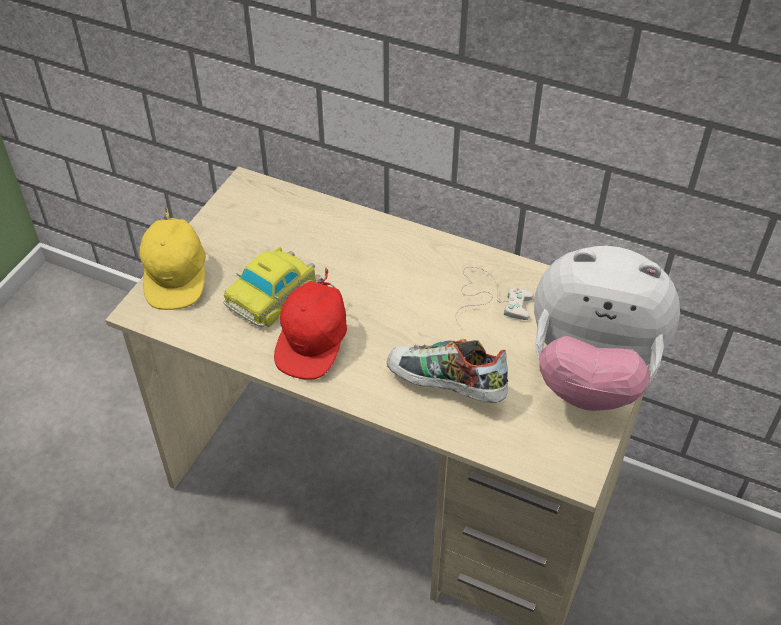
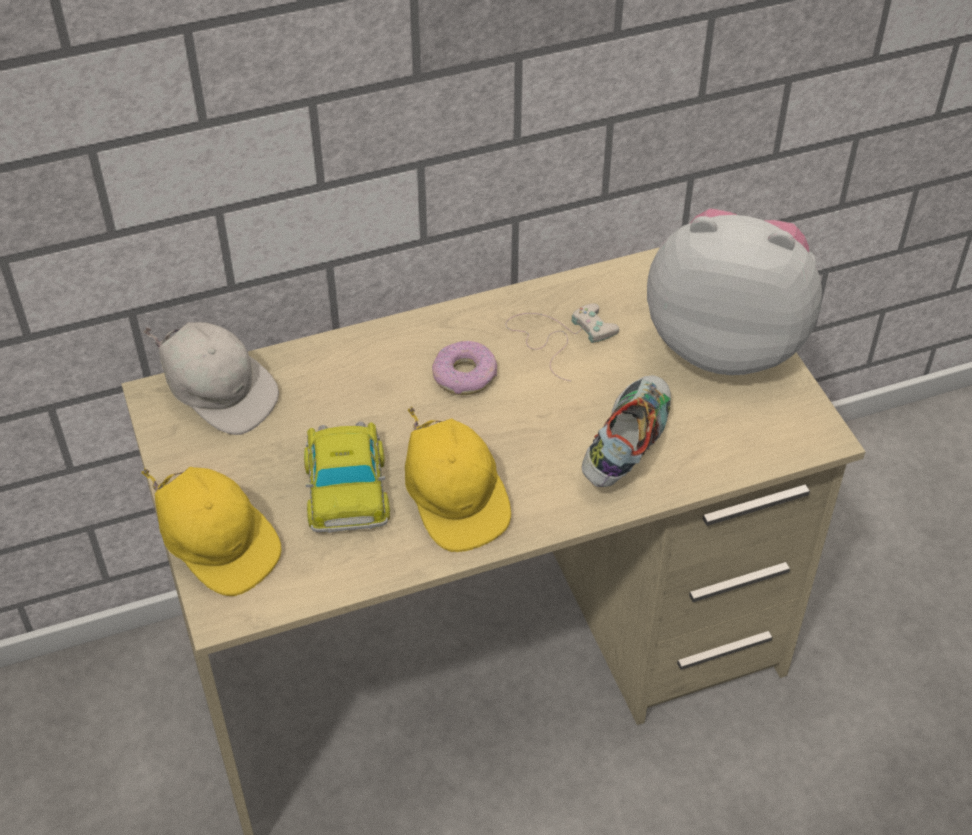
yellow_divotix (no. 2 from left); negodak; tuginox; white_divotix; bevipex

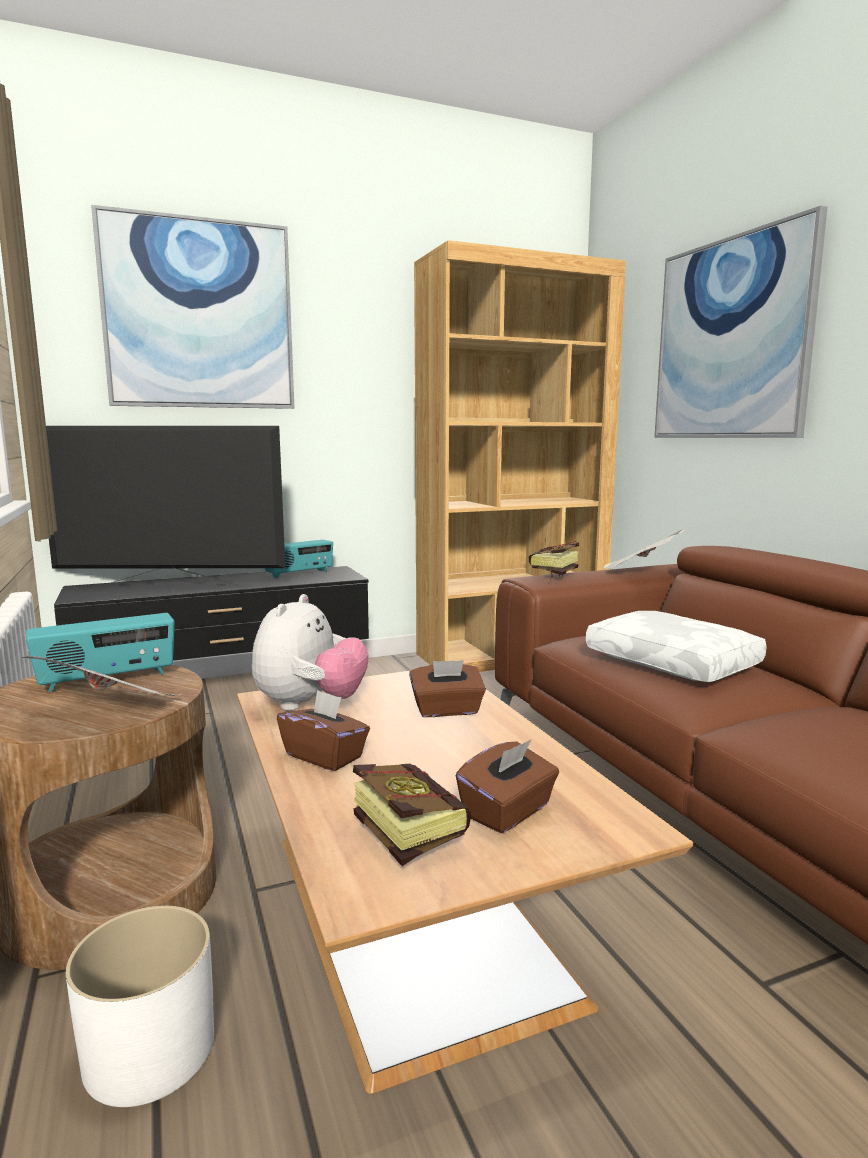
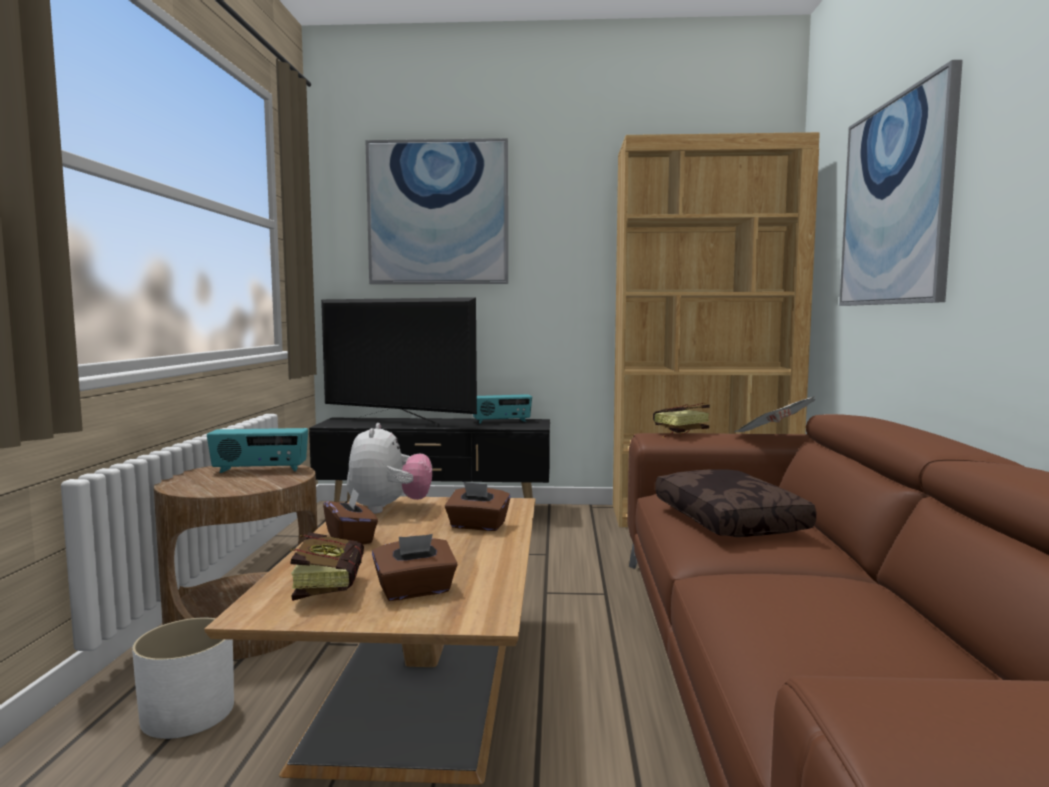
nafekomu (no. 1 from left in the first image); tuginox; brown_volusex

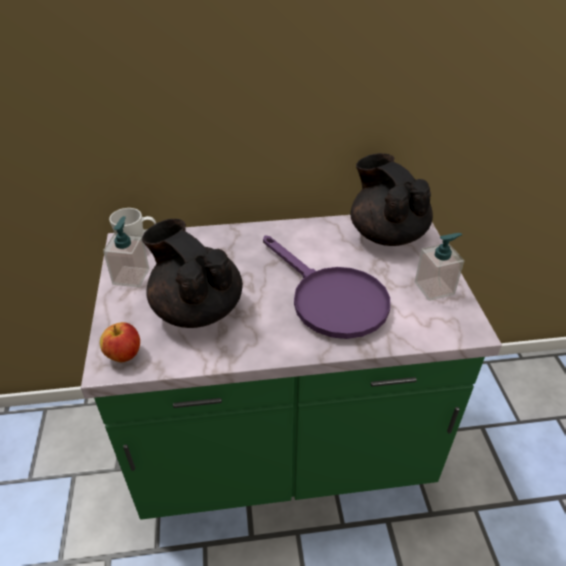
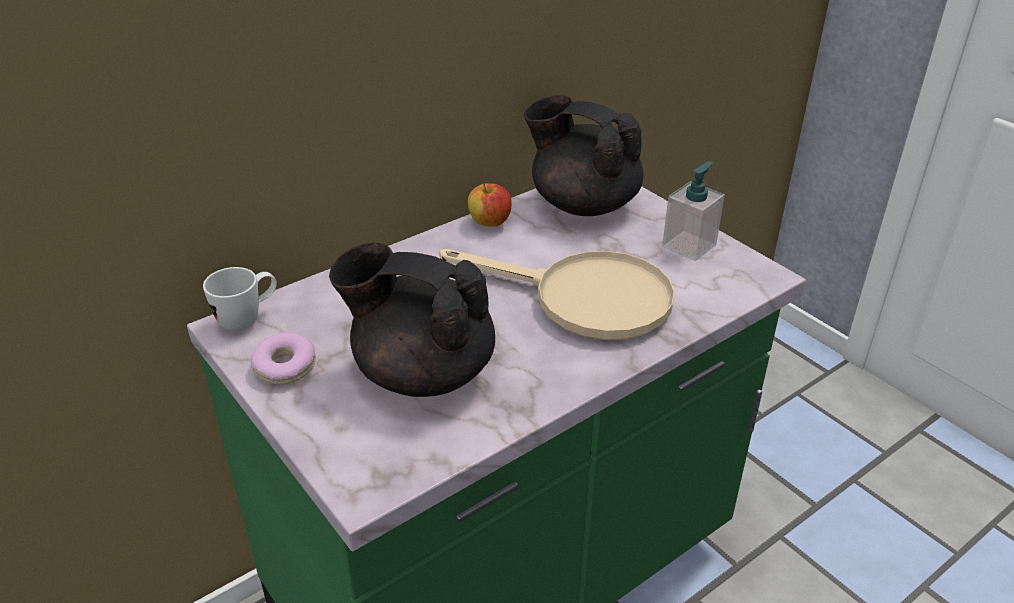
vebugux; bevipex; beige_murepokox

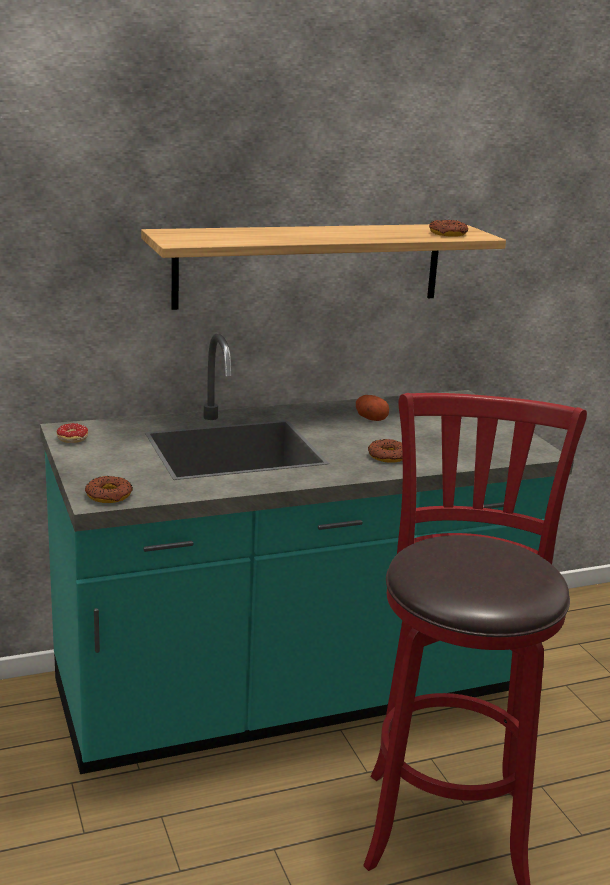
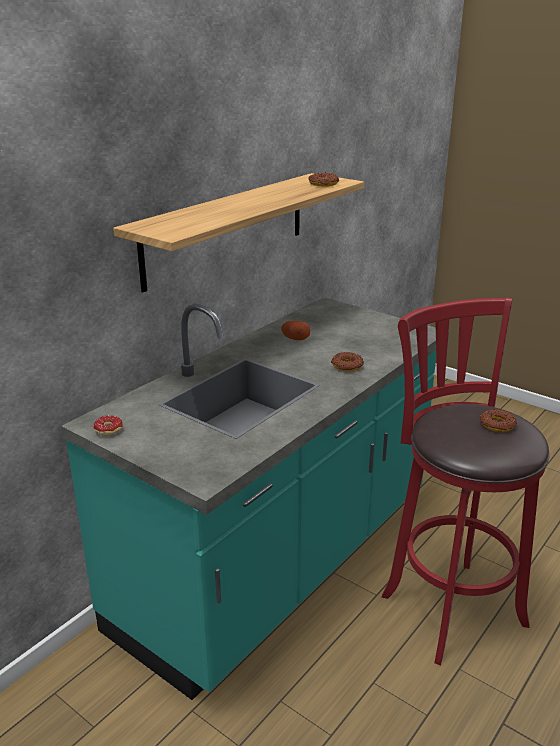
bevipex (no. 4 from left)

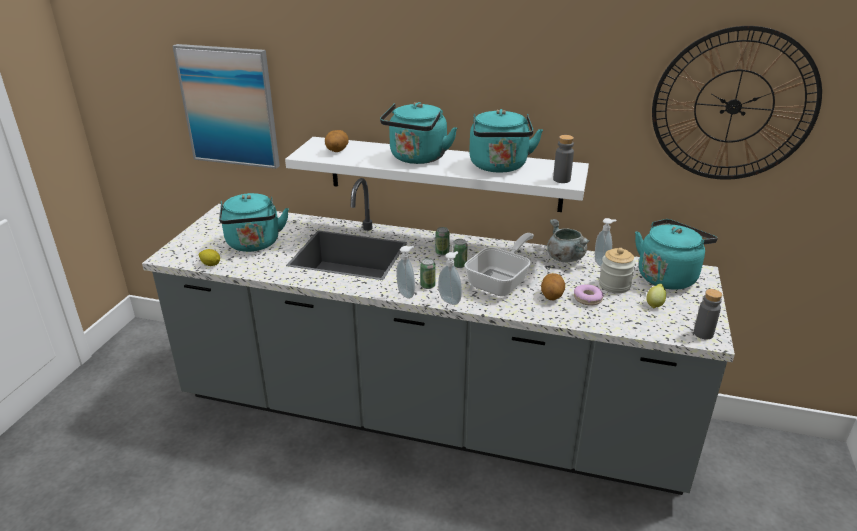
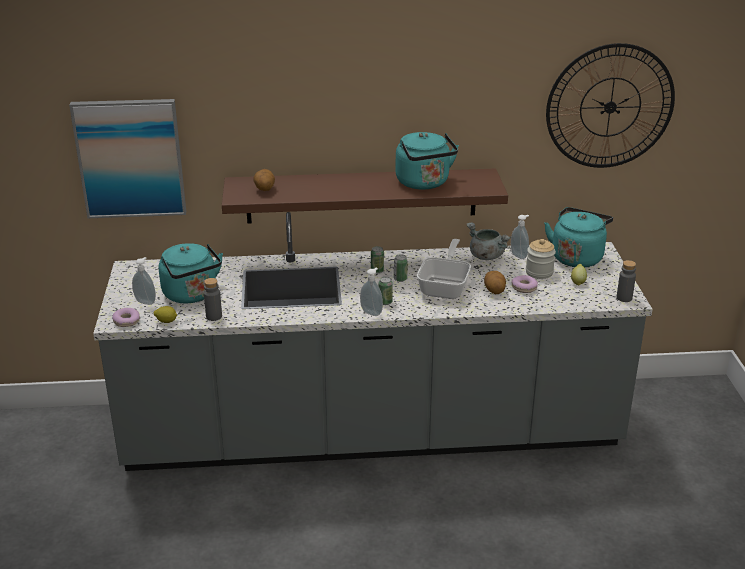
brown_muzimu; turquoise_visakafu (no. 2 from left in the first image); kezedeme (no. 1 from left); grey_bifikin (no. 1 from left); bevipex (no. 1 from left)

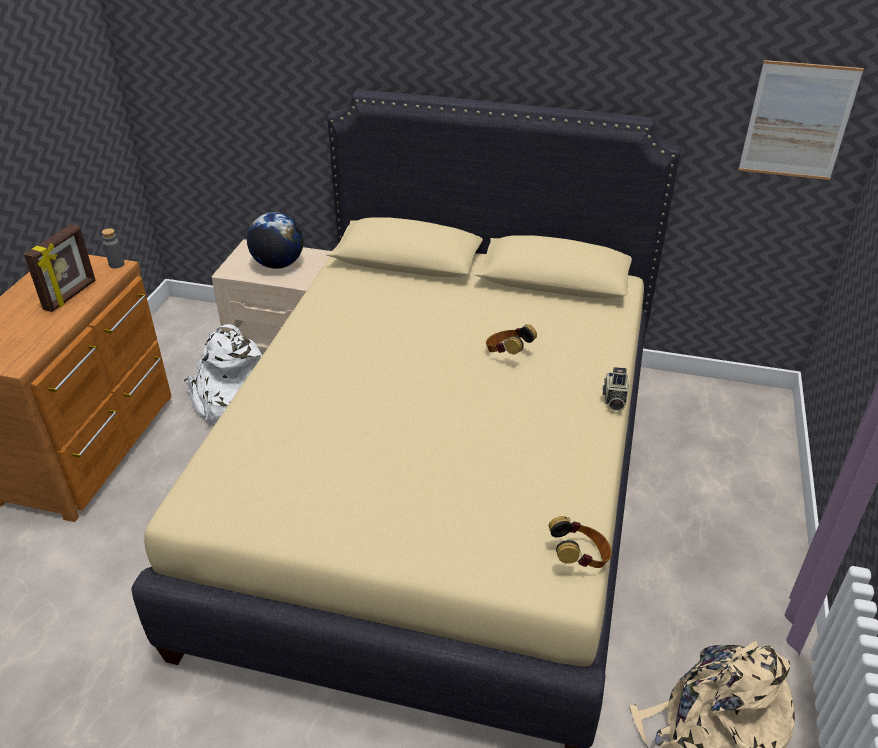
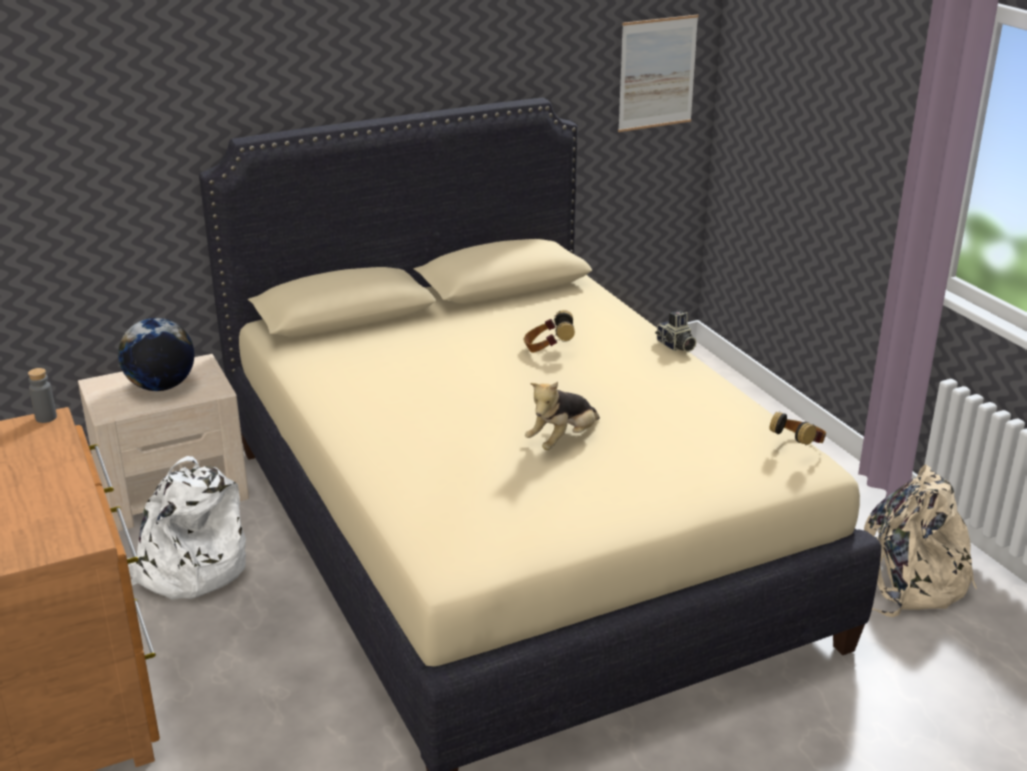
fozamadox; tuginox

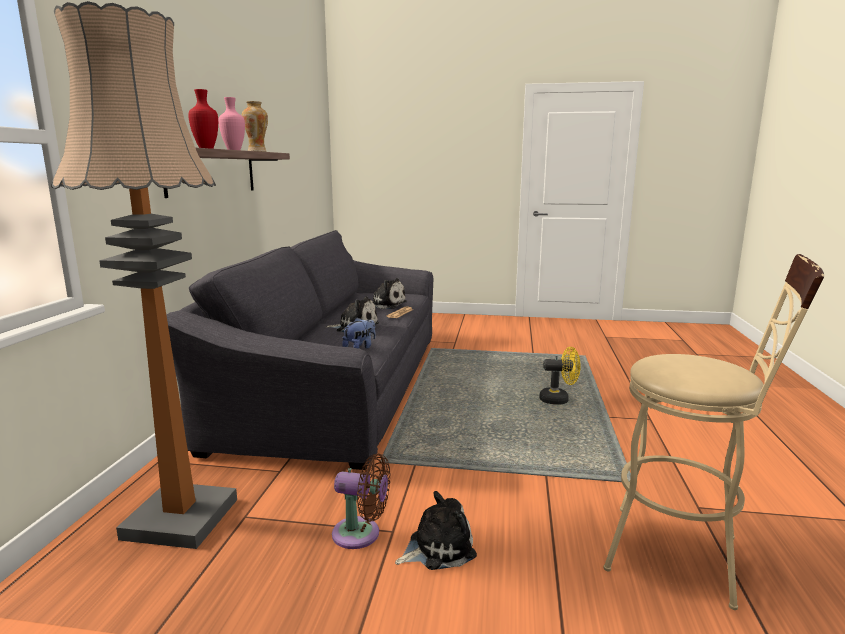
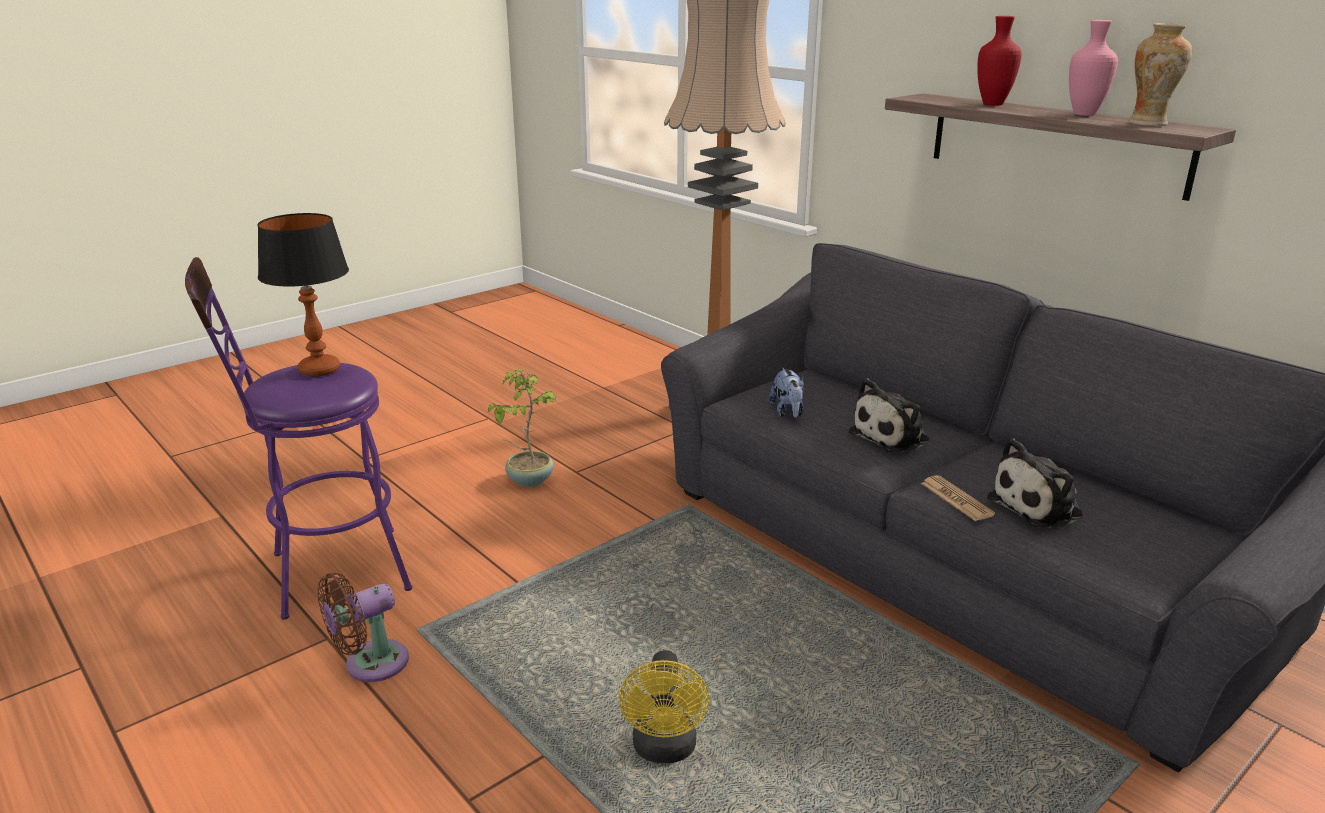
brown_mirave; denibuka; yellow_mirave; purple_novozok; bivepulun

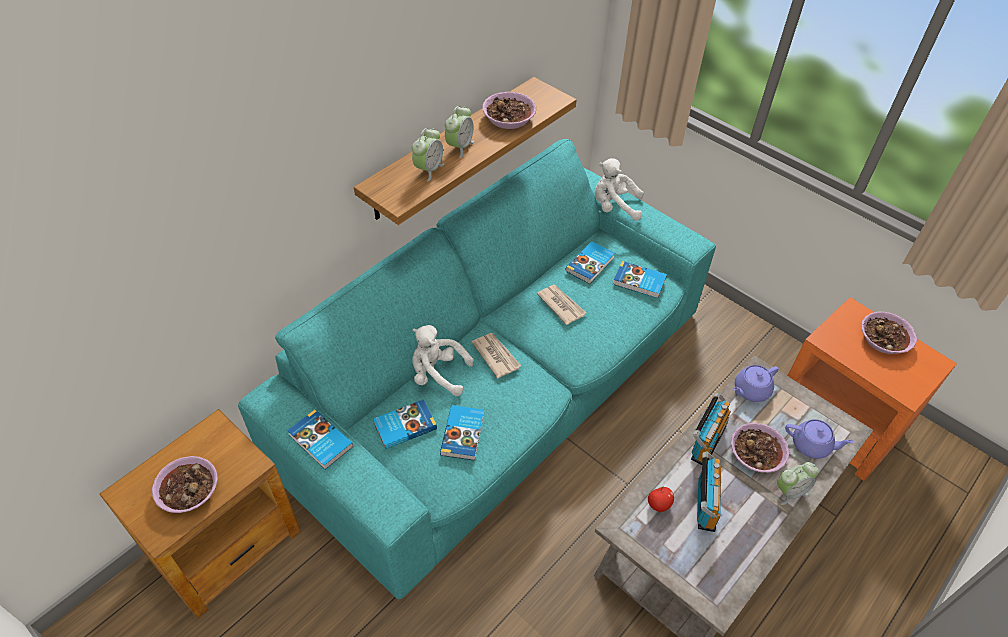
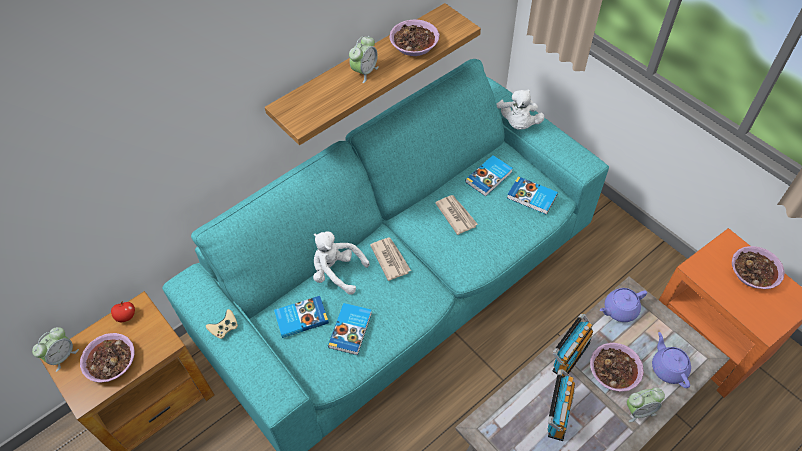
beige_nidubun; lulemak (no. 1 from left); white_tuginox (no. 2 from left); vebugux; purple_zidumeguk (no. 2 from left)

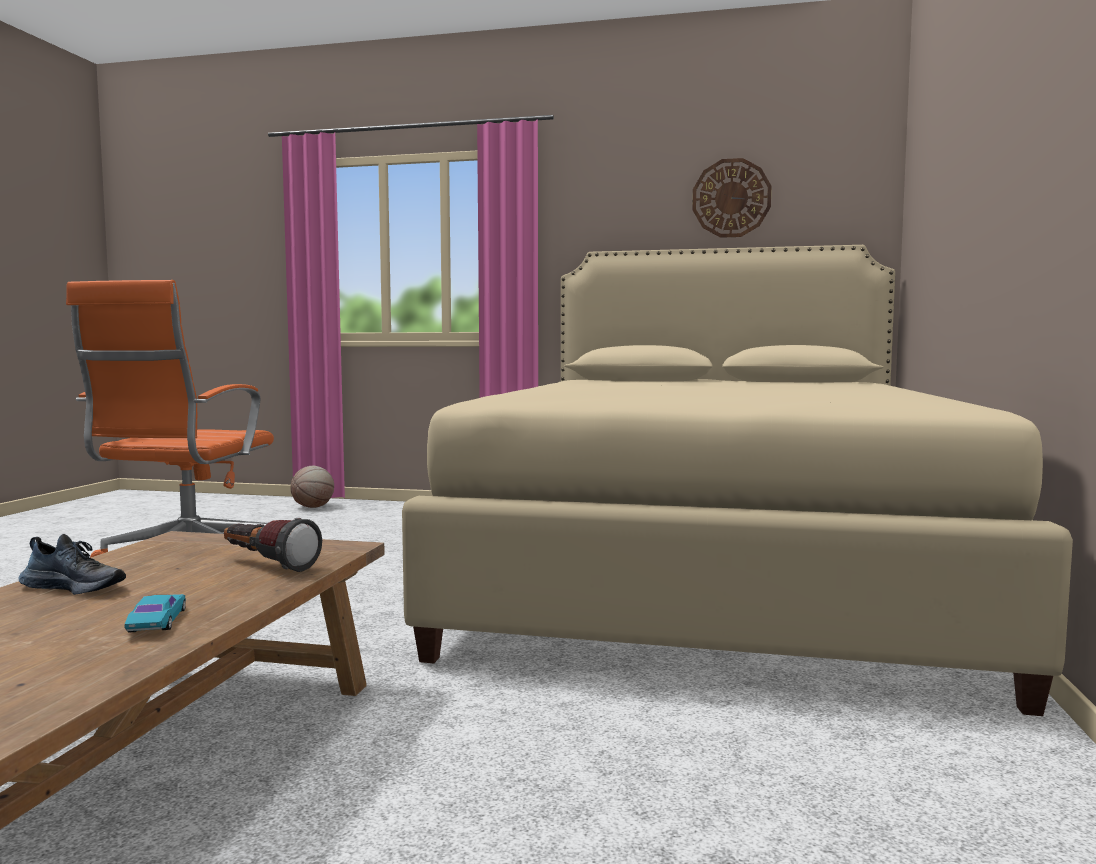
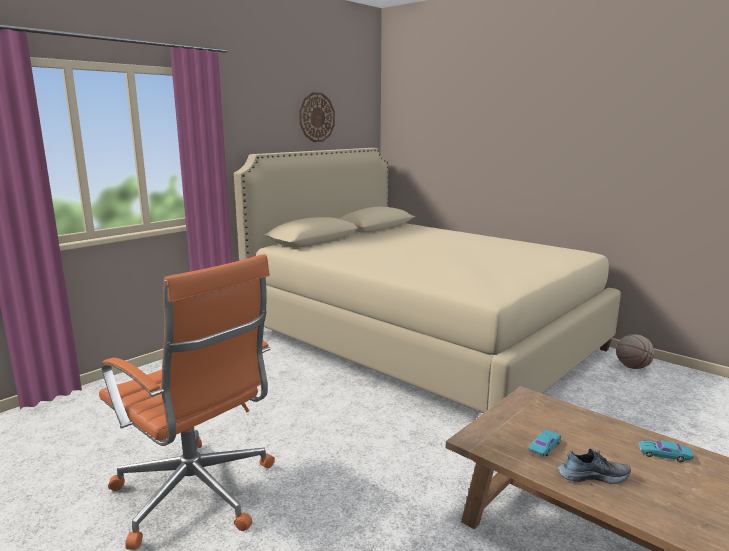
negodak; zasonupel; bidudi; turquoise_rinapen (no. 1 from left)

